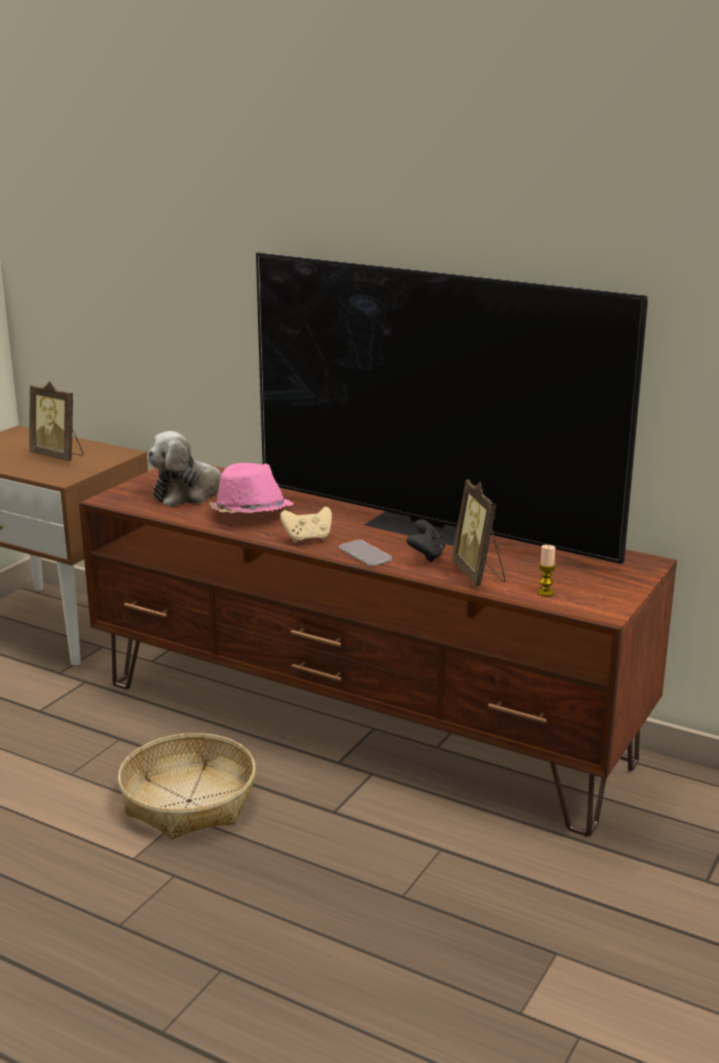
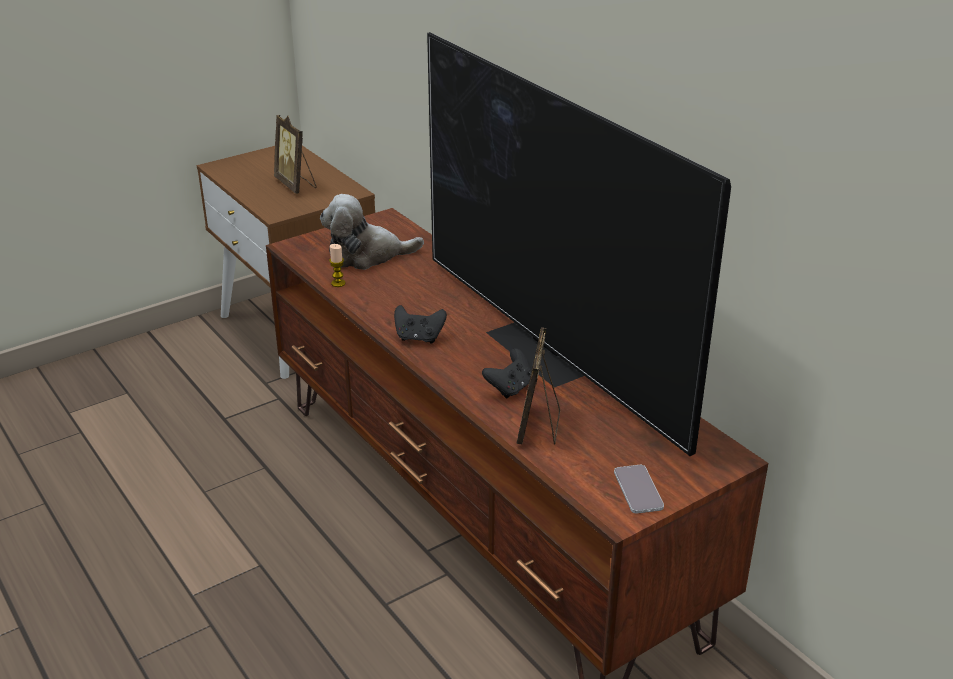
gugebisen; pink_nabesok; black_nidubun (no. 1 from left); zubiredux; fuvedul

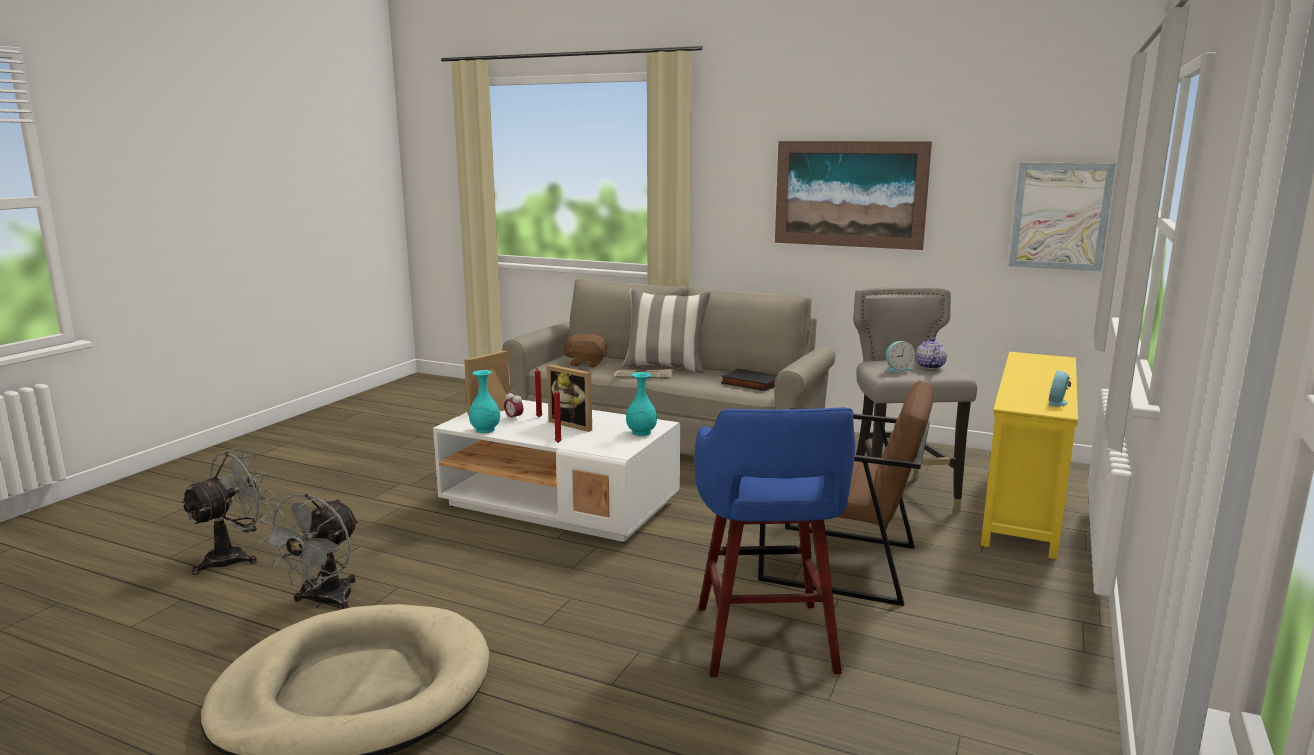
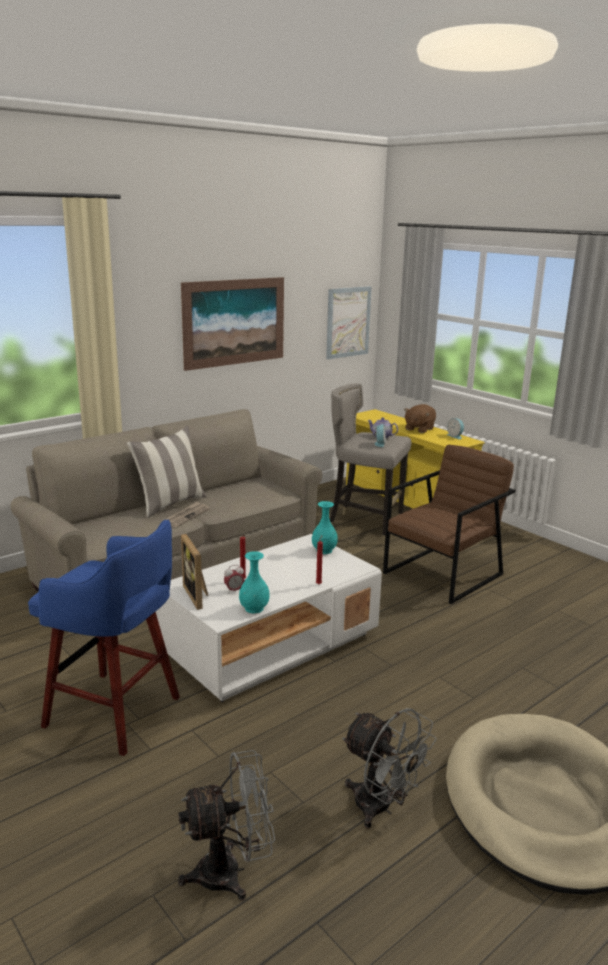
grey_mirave (no. 1 from left); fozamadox (no. 2 from left in the first image); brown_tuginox; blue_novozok; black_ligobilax

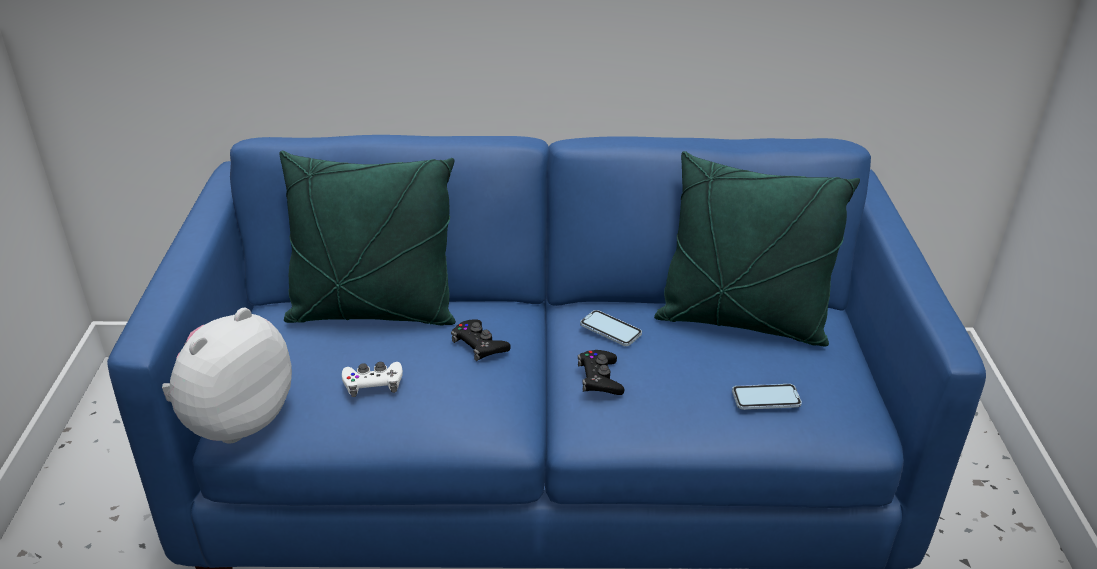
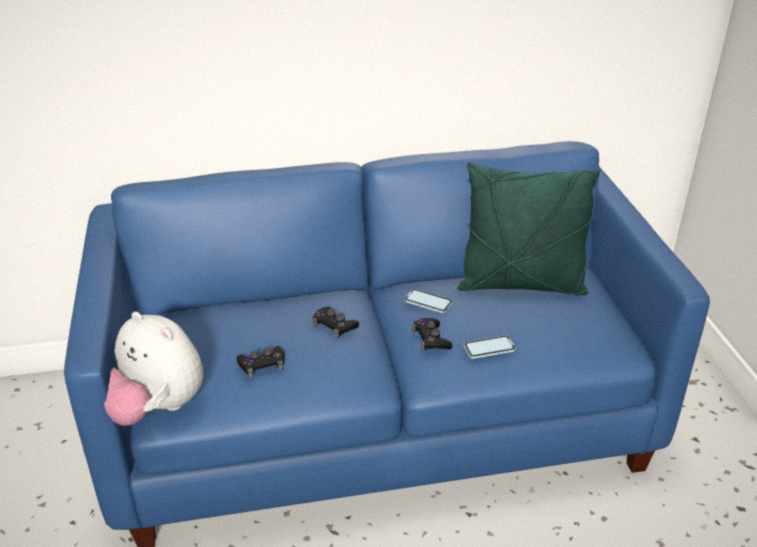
tuginox; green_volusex (no. 1 from left in the first image); black_nidubun (no. 1 from left); zubiredux (no. 2 from left)

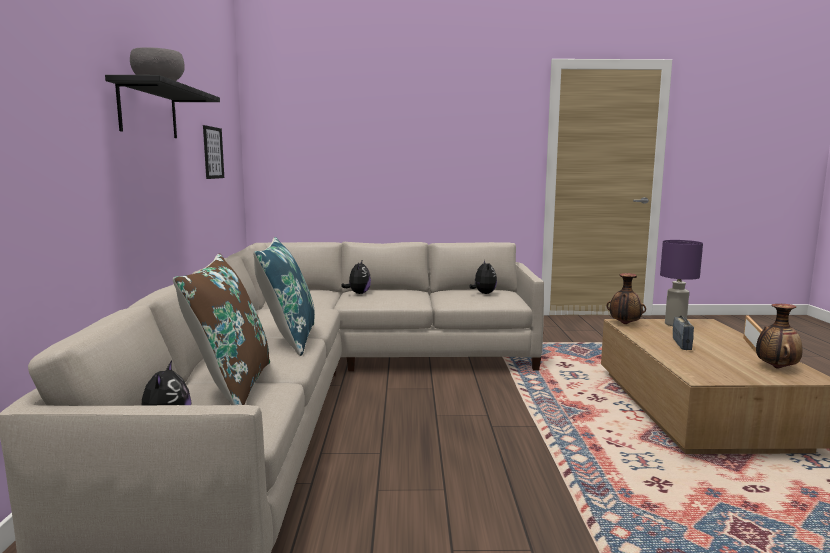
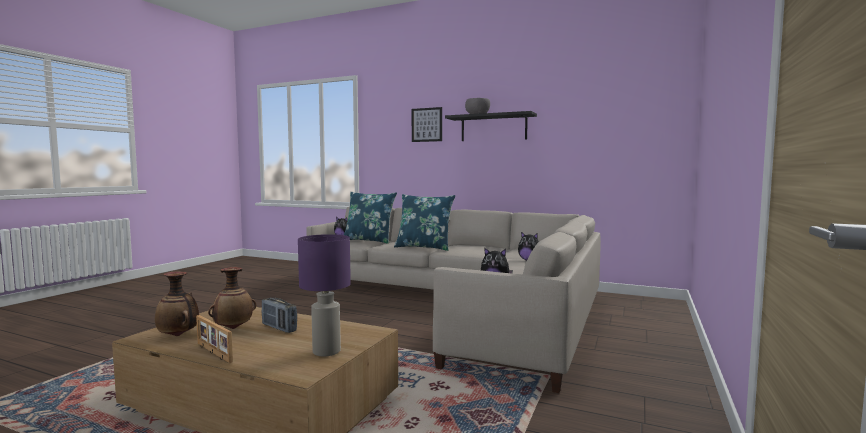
blue_volusex (no. 1 from left); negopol; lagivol (no. 2 from left)

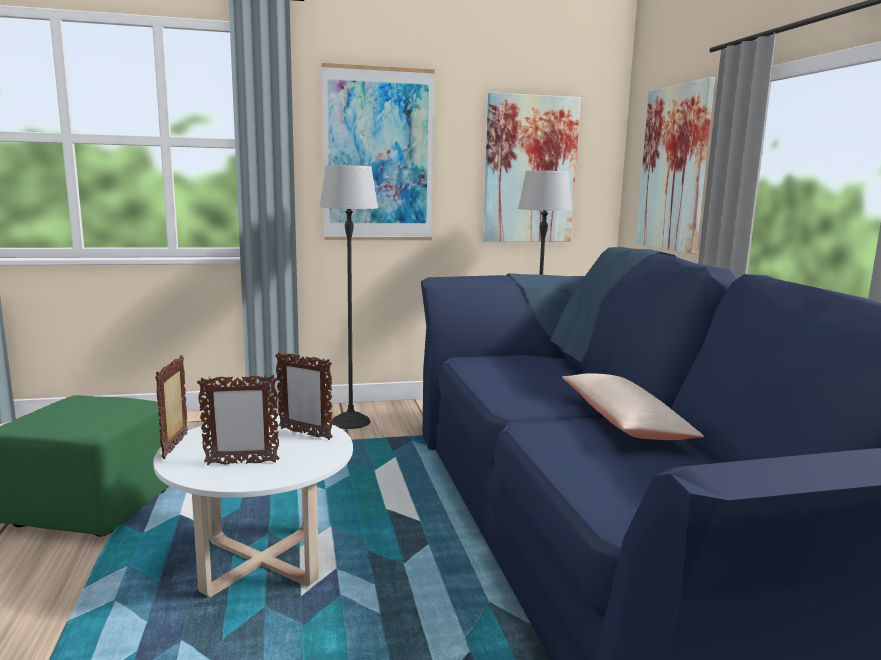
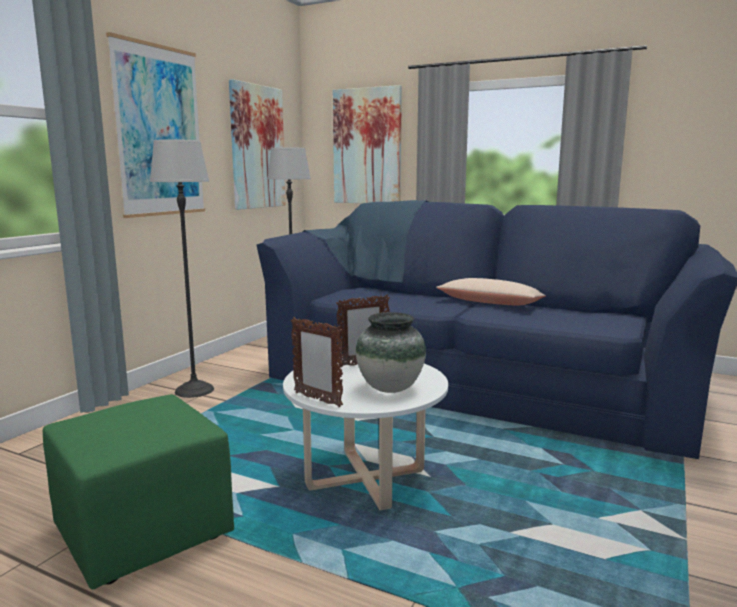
lagivol

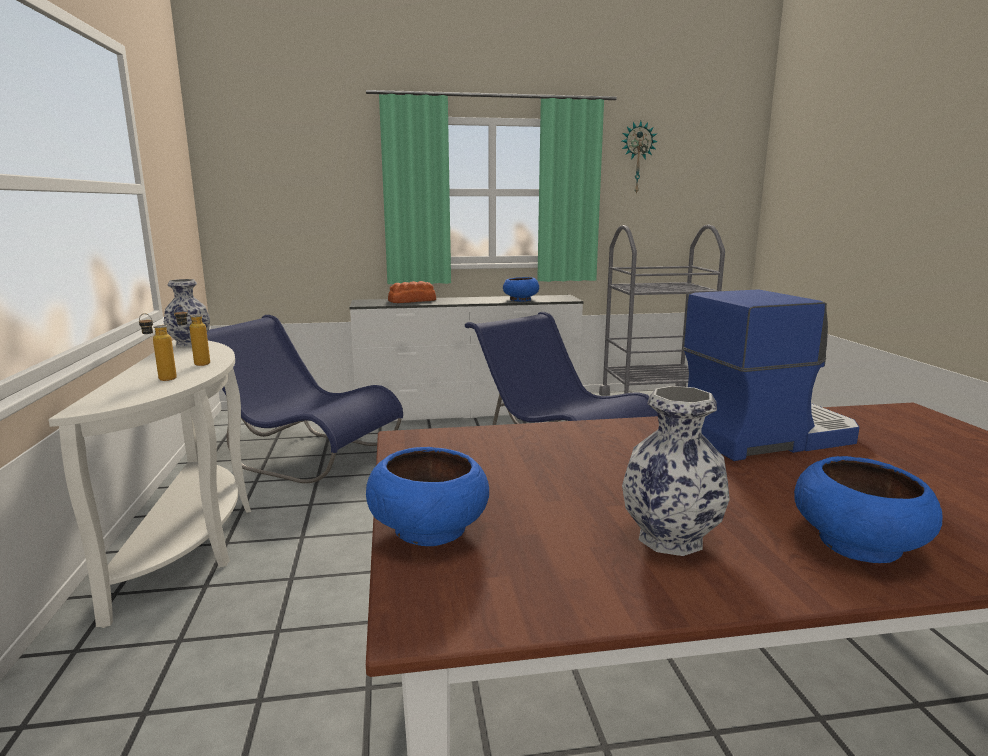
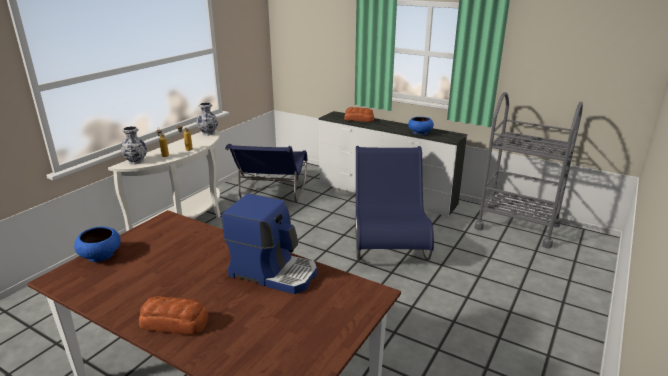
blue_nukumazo (no. 1 from left); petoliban; lagivol (no. 1 from left); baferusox (no. 1 from left)

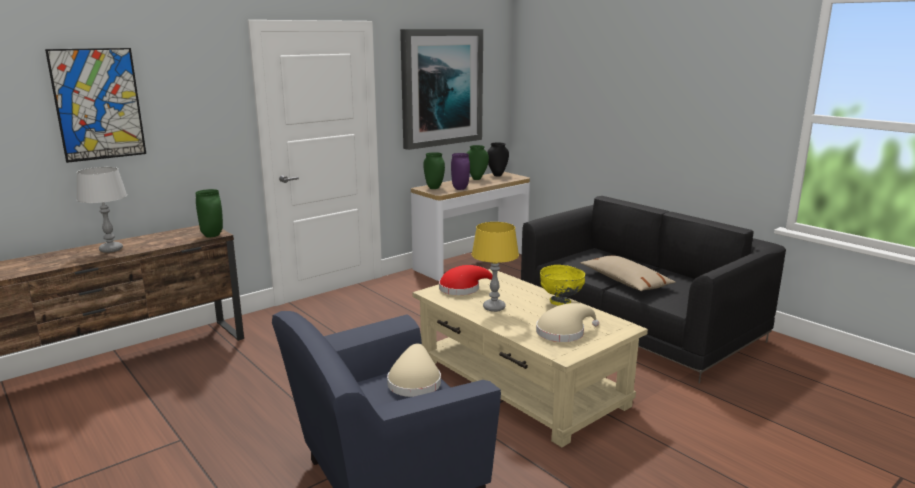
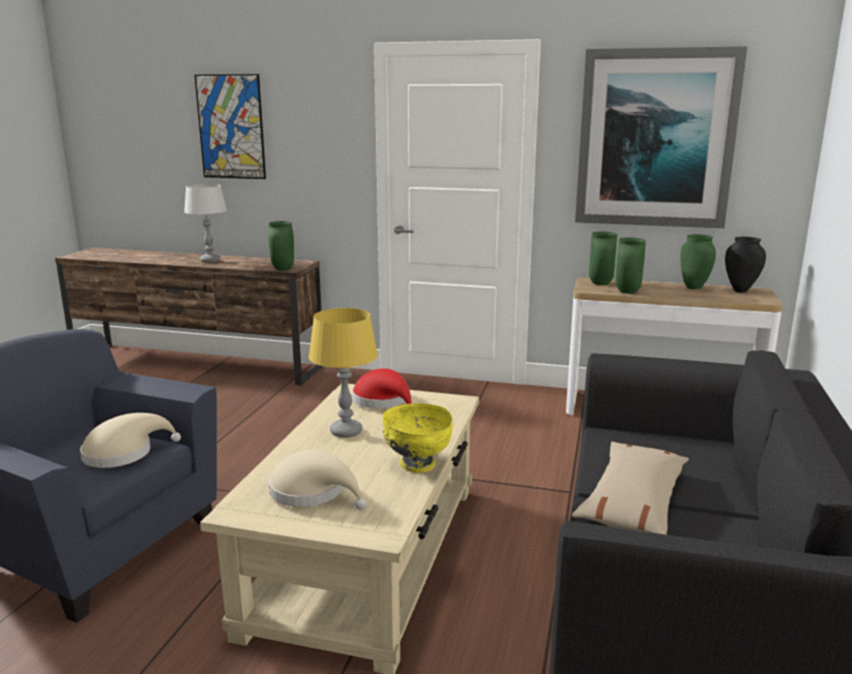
green_lagivol (no. 3 from left)

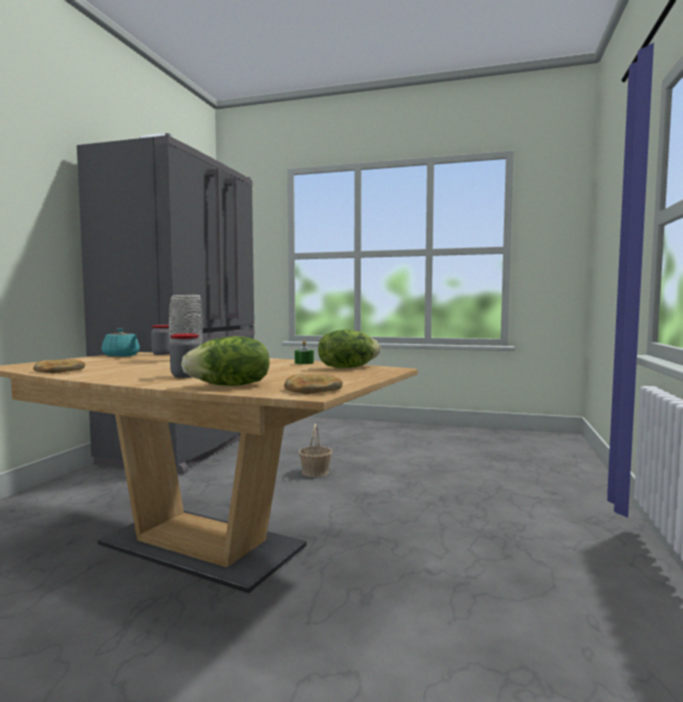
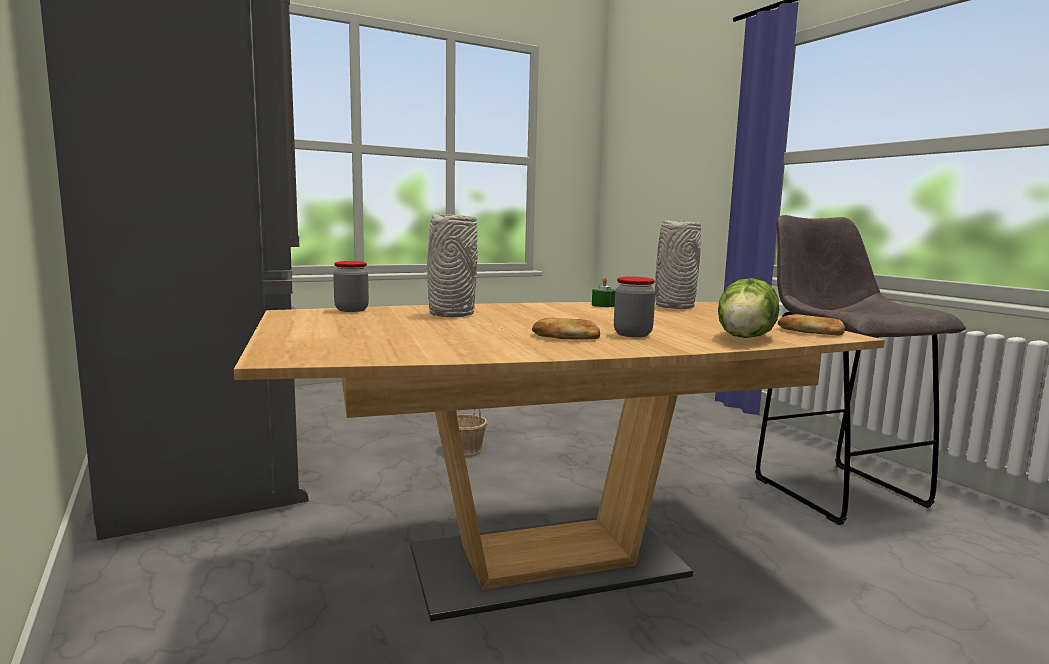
baferusox (no. 1 from left); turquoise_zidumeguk; grey_lagivol (no. 2 from left); grey_novozok

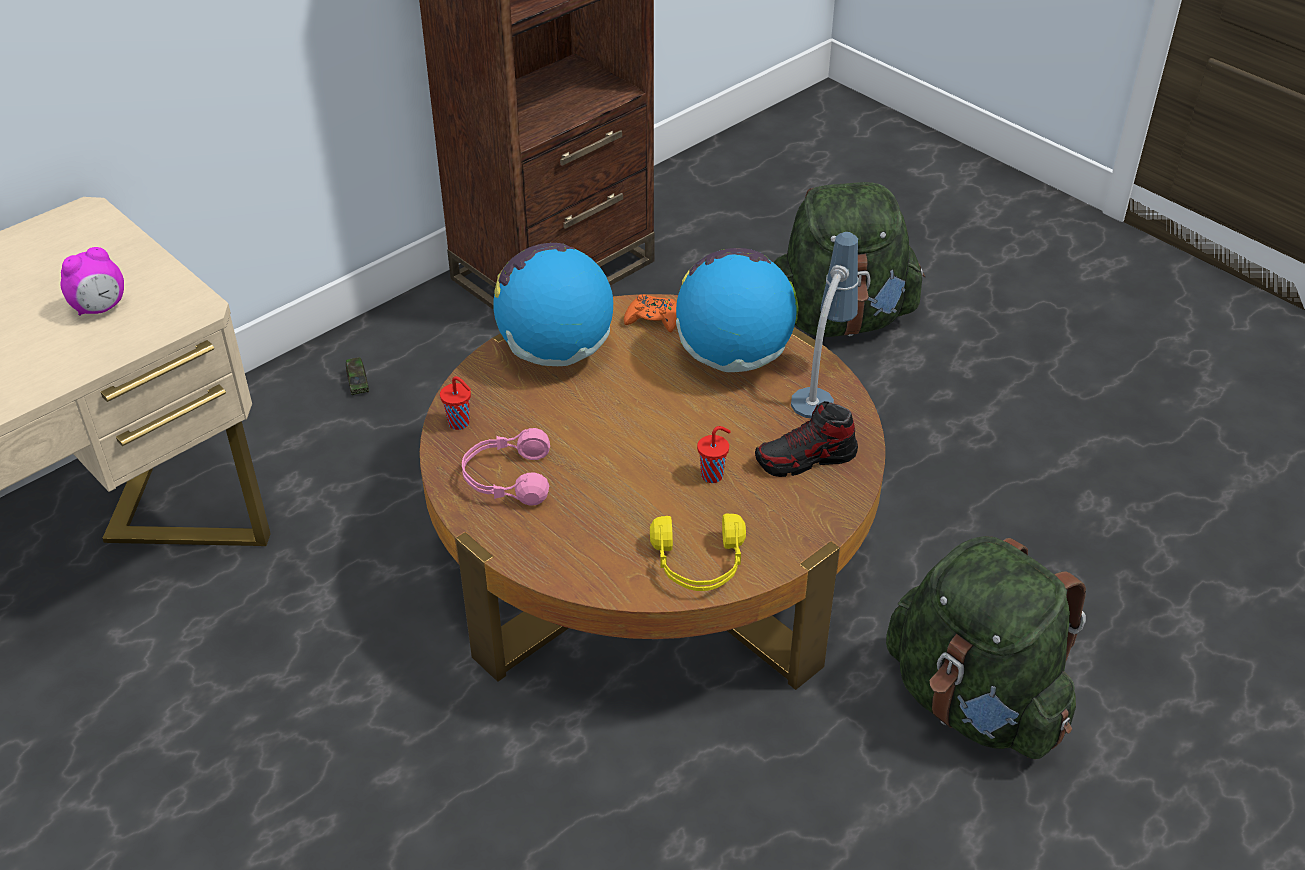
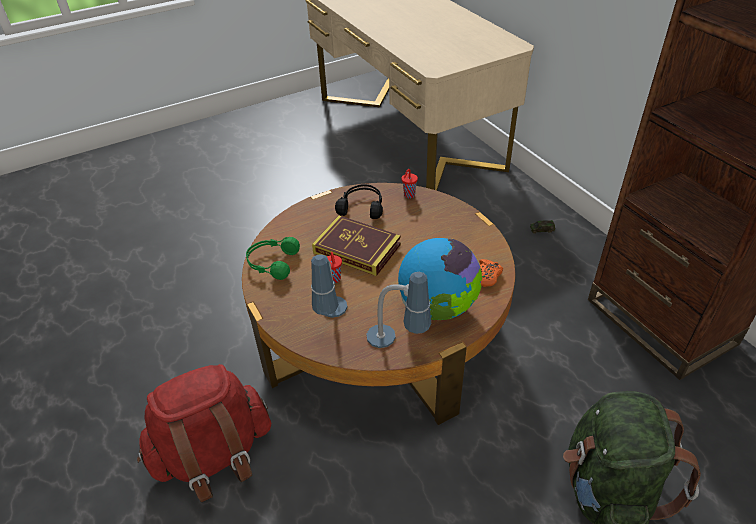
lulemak; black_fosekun; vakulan (no. 1 from left in the first image); green_fosekun; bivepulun (no. 1 from left); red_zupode; ligobilax

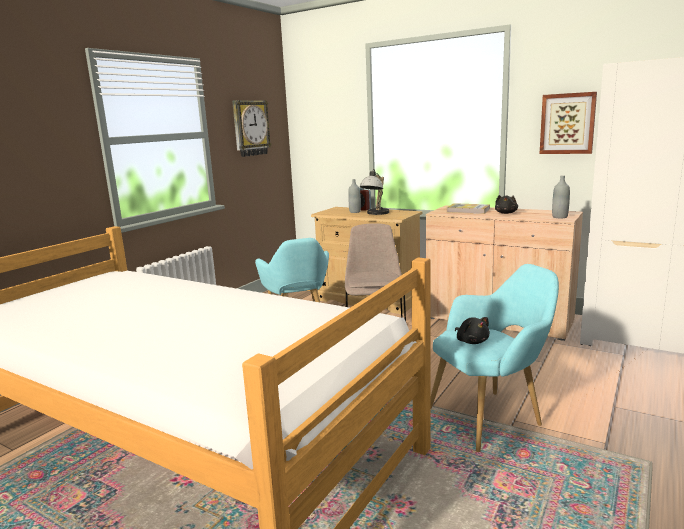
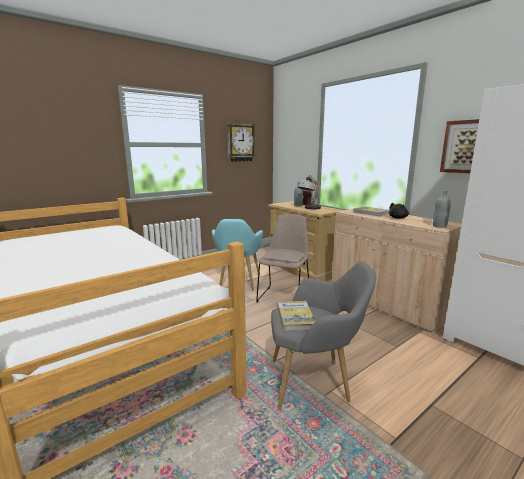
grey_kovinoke; ligobilax (no. 1 from left)

